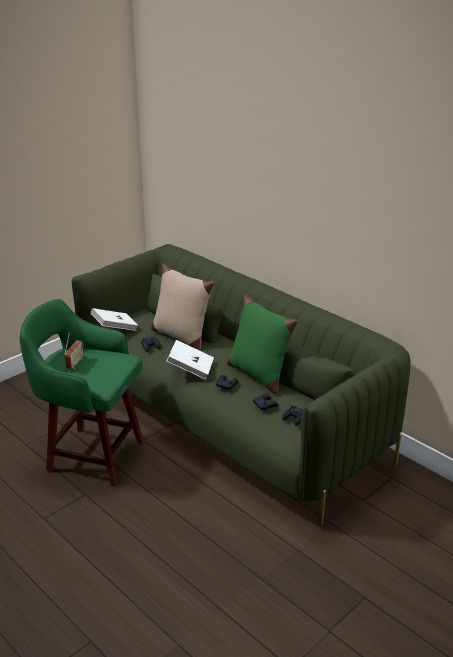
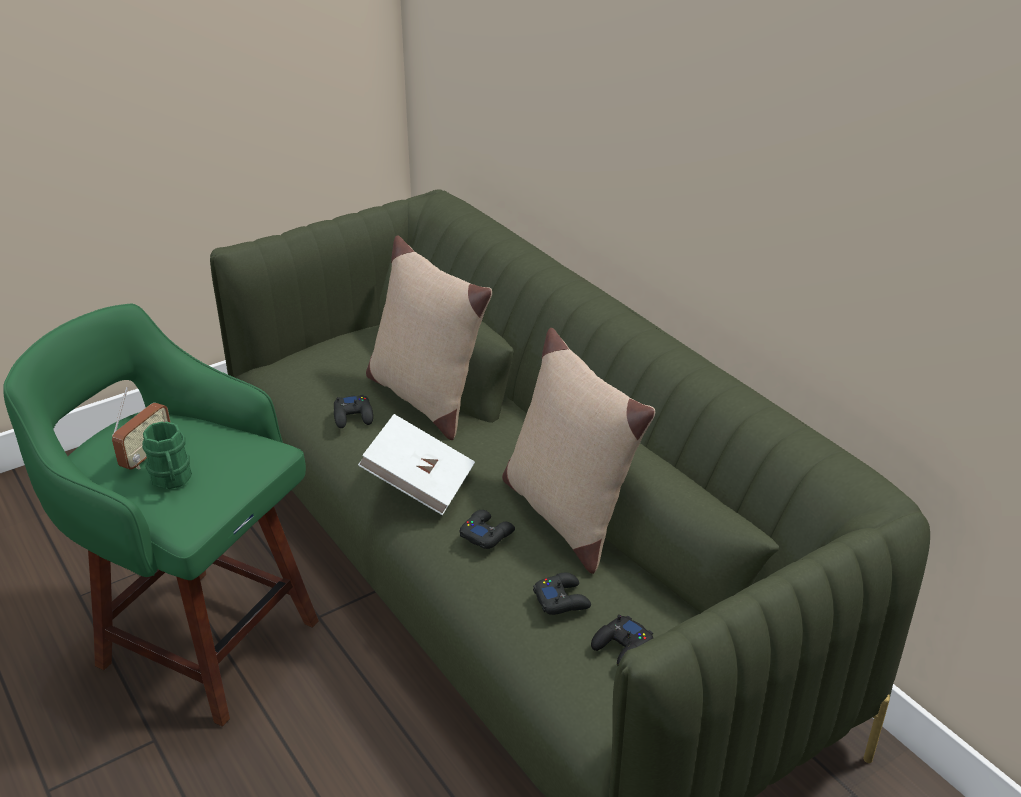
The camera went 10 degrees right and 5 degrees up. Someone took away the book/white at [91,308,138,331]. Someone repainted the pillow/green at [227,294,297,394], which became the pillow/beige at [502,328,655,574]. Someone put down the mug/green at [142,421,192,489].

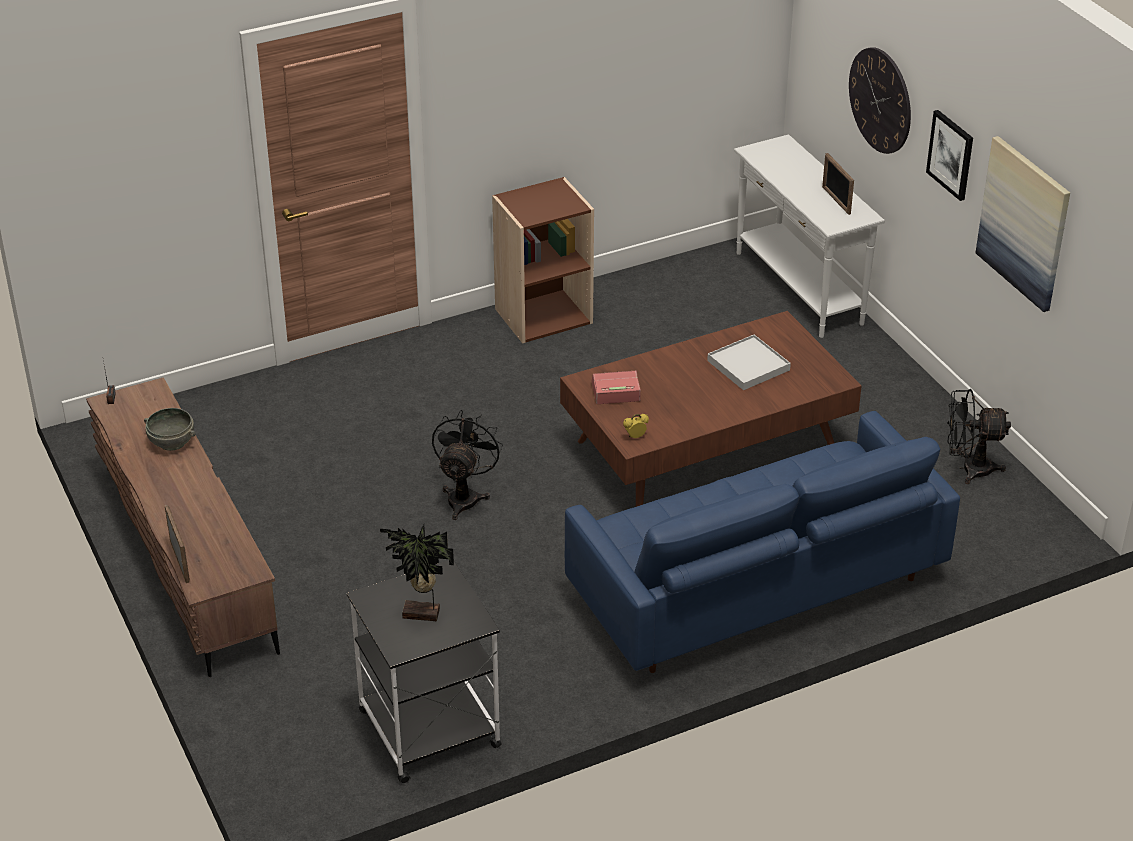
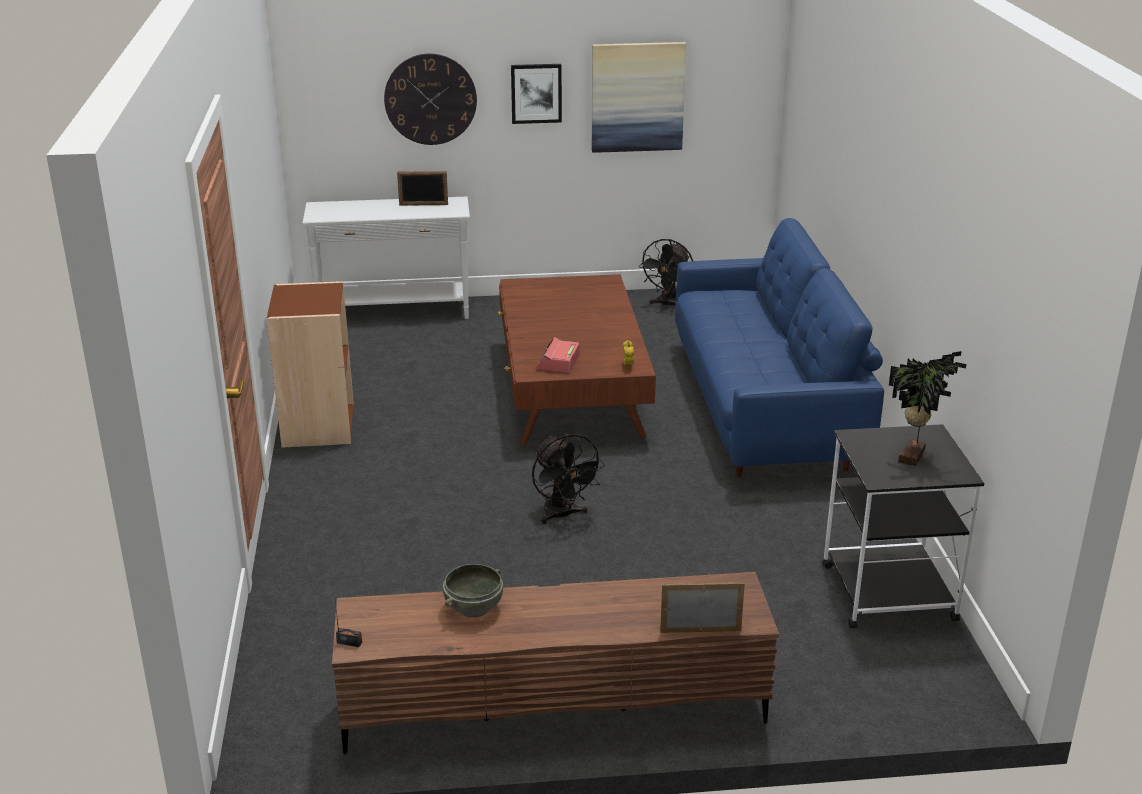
The camera went 70 degrees left and 10 degrees down. Someone rotated the fan/black at [432,410,503,520] by 150 degrees counterclockwise. Someone took away the tray/white at [707,335,791,390].

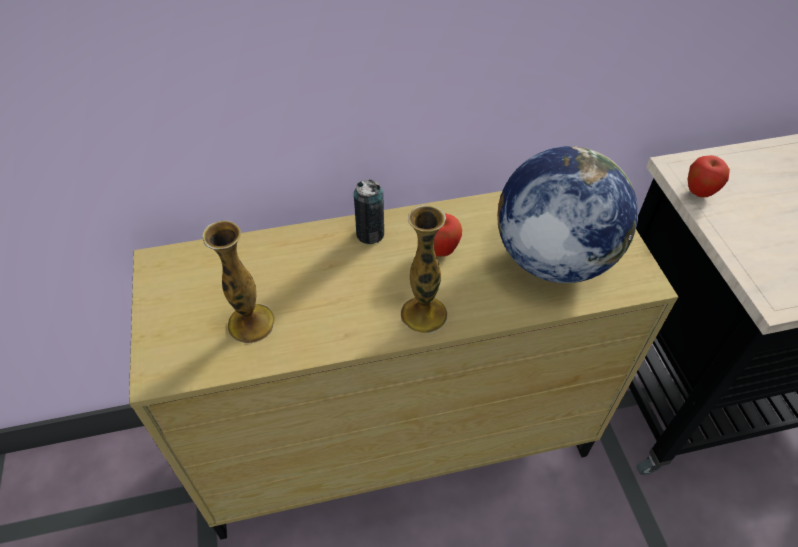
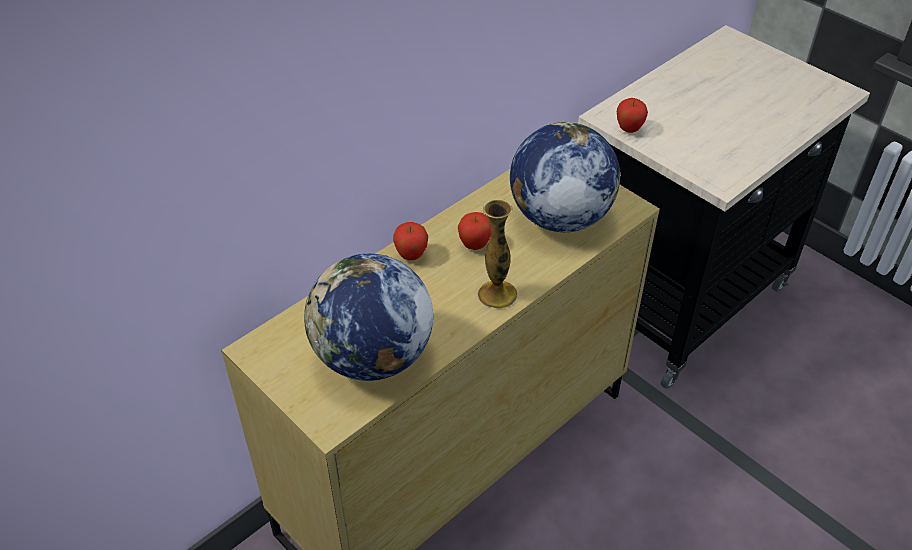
The camera went 30 degrees left and 5 degrees down. Someone swapped the vase at [202,220,275,344] for the globe at [304,253,433,381]. Someone swapped the can at [354,180,384,244] for the apple at [393,222,428,260].

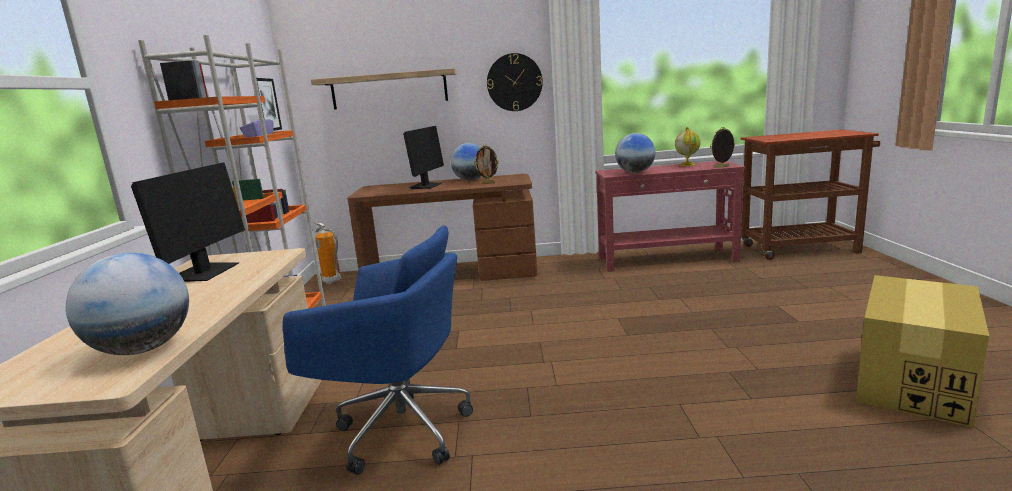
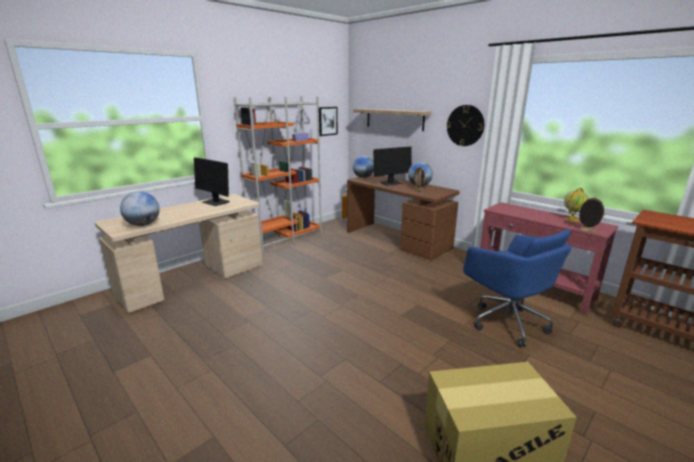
The camera went 45 degrees right and 5 degrees up. Someone rotated the monitor at [131,162,245,282] by 75 degrees clockwise. Someone carried the office chair/blue from [283,225,473,475] to [463,229,572,347]. Someone carried the globe from [615,133,656,173] to [353,156,374,178].

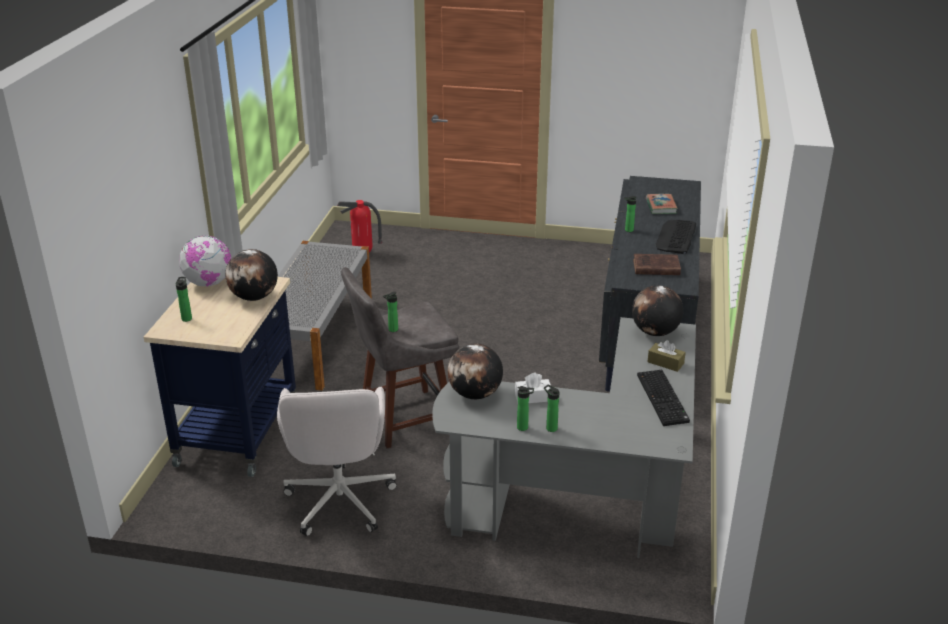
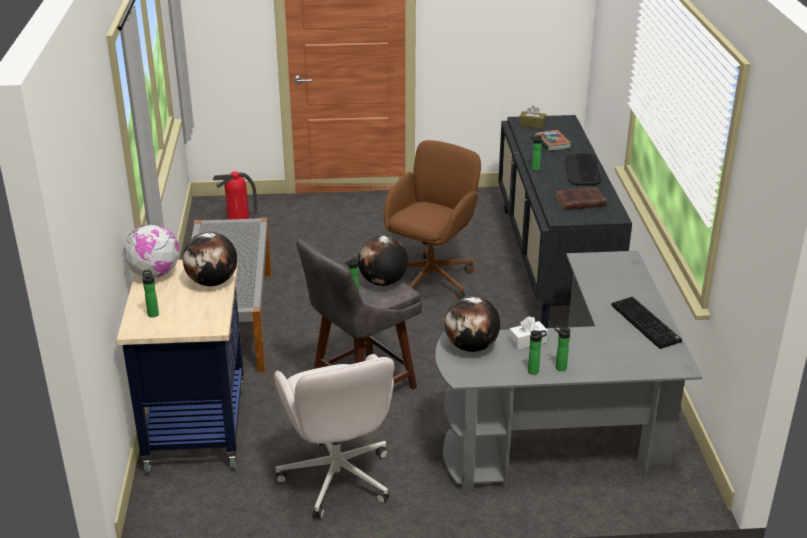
The camera went 15 degrees left and 0 degrees up. Someone carried the globe from [632,285,683,336] to [358,235,408,286]. Someone carried the tissue box/brown from [648,340,686,372] to [519,106,546,129]. Someone put down the office chair/brown at [384,140,481,299].

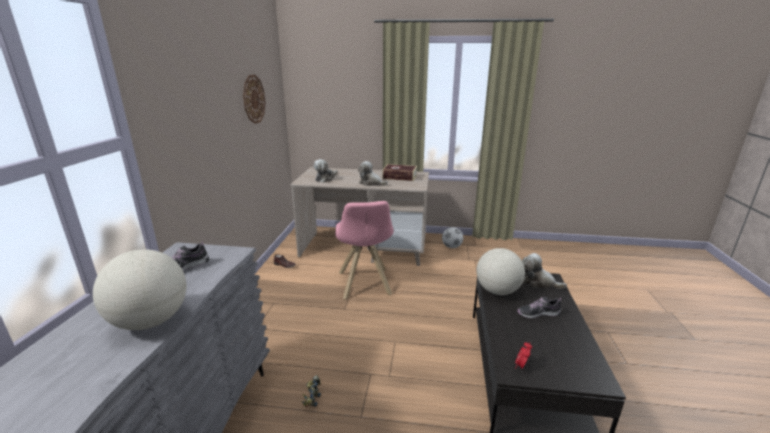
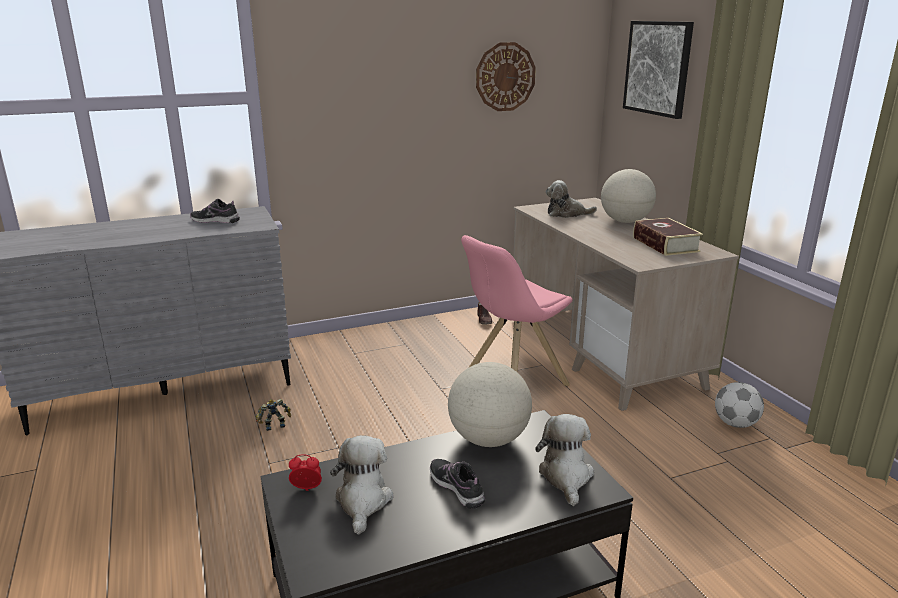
The camera went 60 degrees right and 0 degrees up. Someone carried the globe from [93,249,186,330] to [601,169,656,223]. Someone carried the plush toy from [358,161,388,186] to [330,435,393,534]. Someone put up the picture at [623,21,694,119].

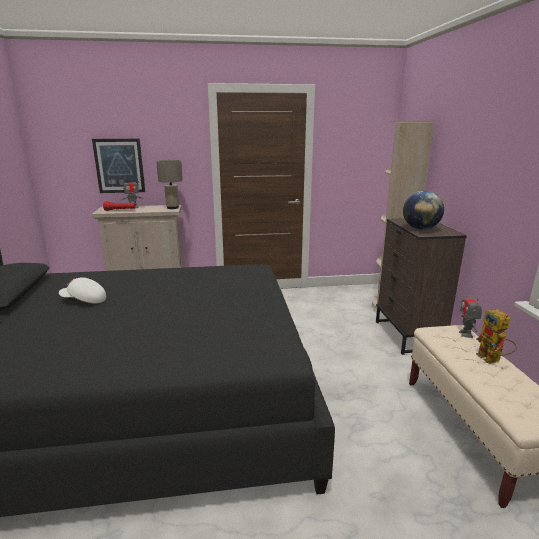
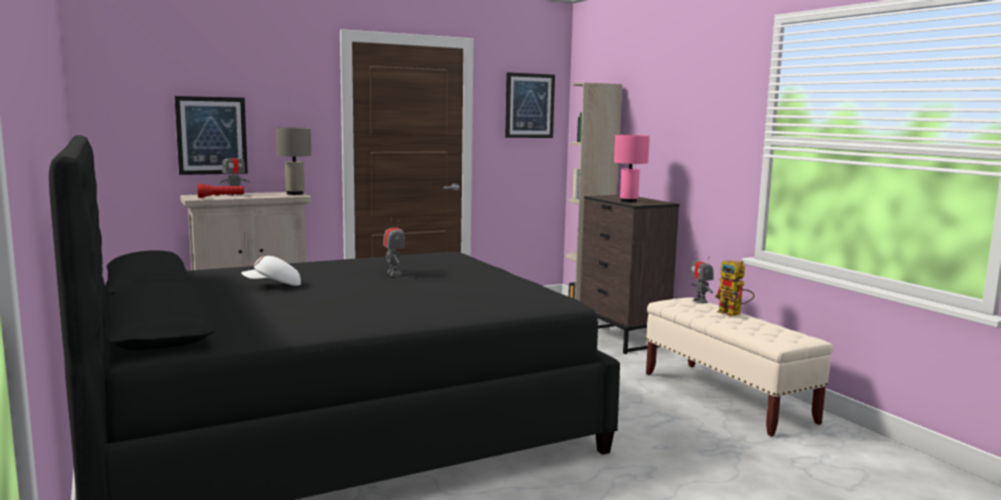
The camera went 20 degrees left and 10 degrees down. Someone swapped the globe at [403,191,444,230] for the table lamp/pink at [614,135,650,202]. Someone put down the toy robot at [383,218,404,276]. Someone put up the picture at [505,72,555,138].

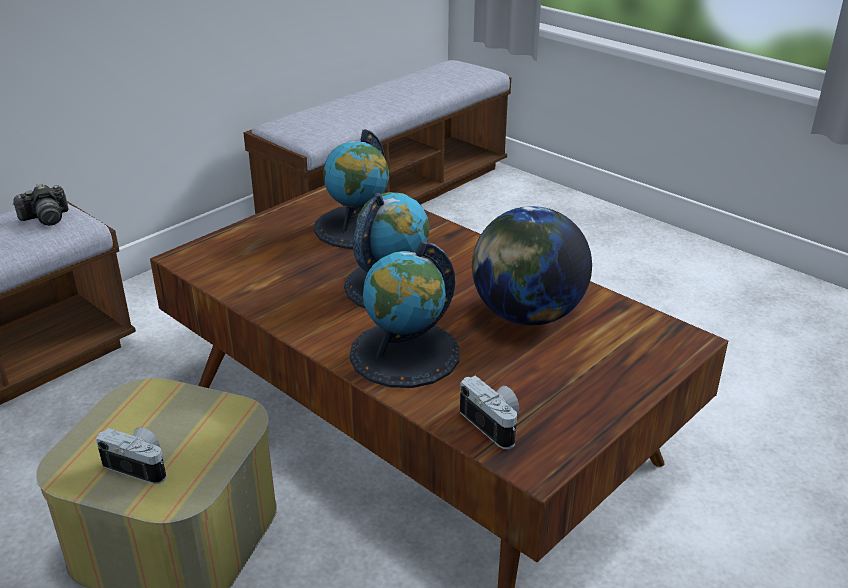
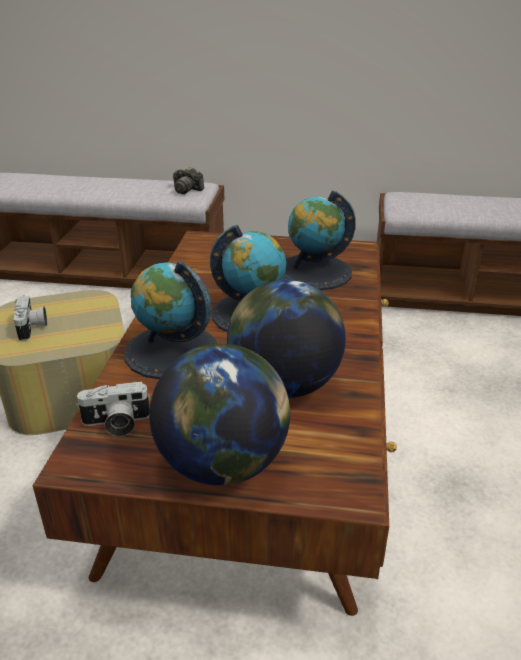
The camera went 55 degrees right and 0 degrees up. Someone rotated the photo camera at [460,375,519,449] by 60 degrees clockwise. Someone put down the globe at [149,344,290,485].

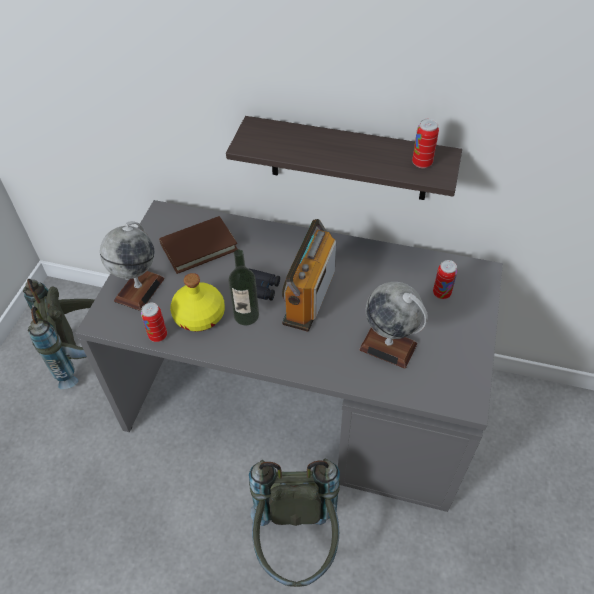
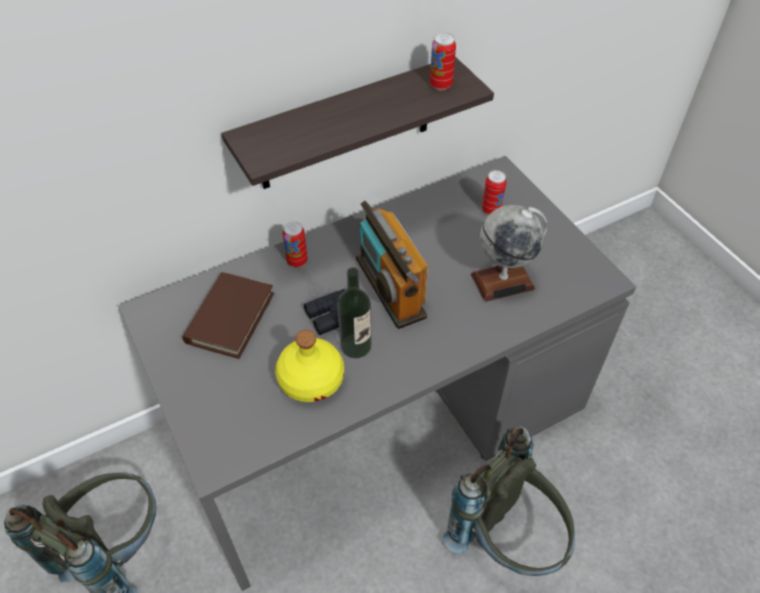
The camera went 45 degrees left and 0 degrees up. Someone took away the globe at [100,221,165,311]. Someone carried the can from [141,303,167,342] to [283,221,308,267].

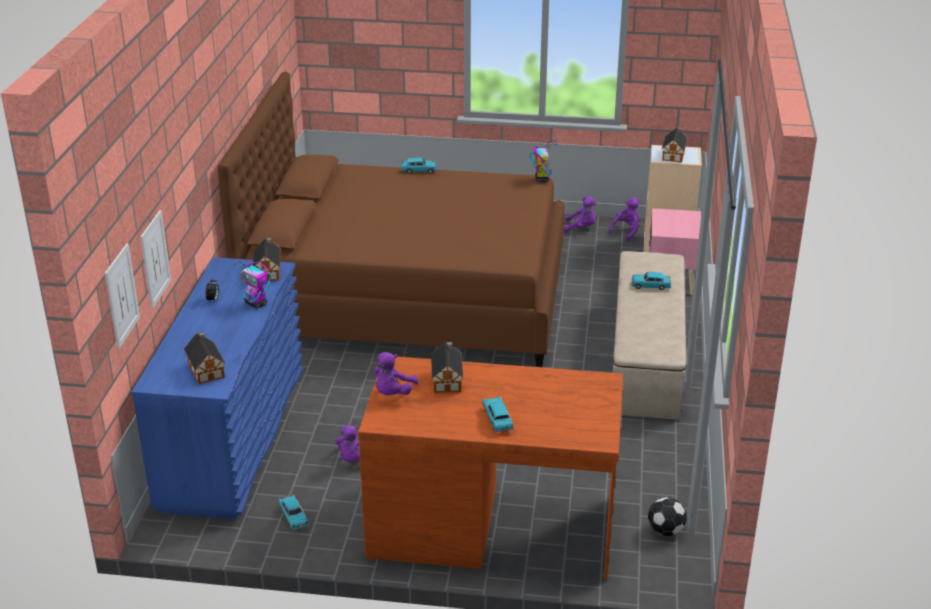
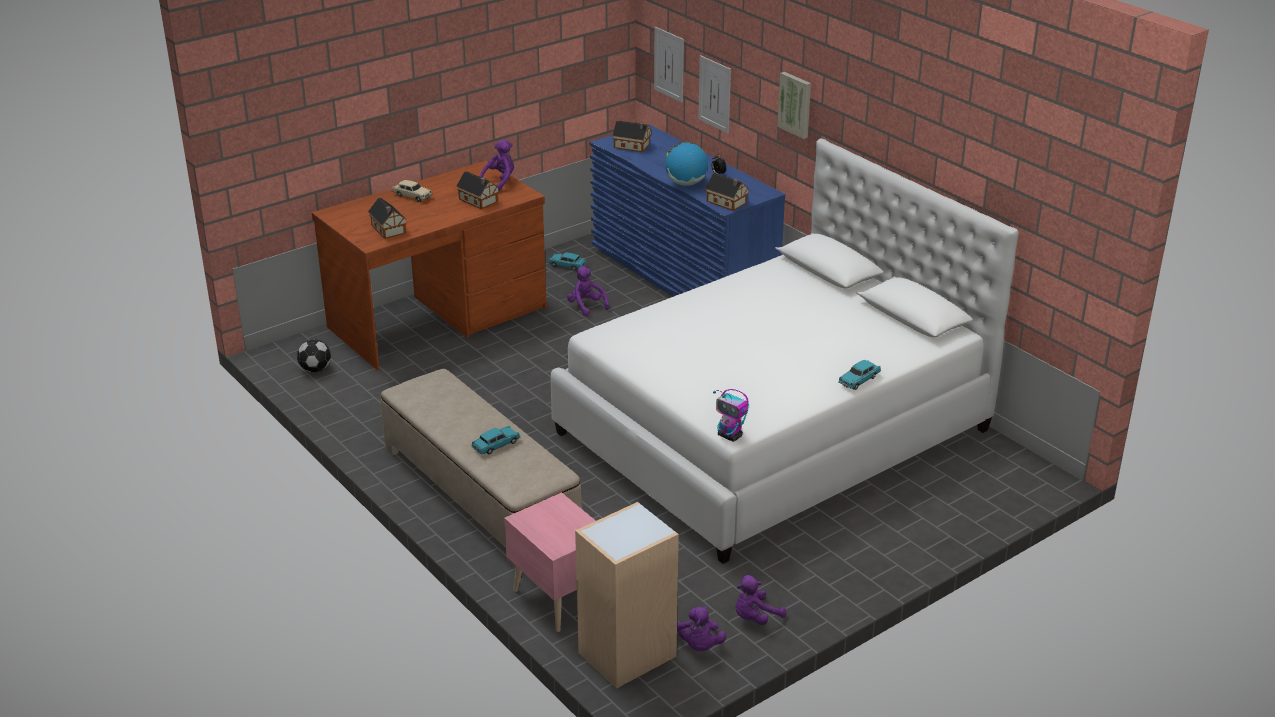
The camera went 135 degrees right and 0 degrees up. Someone repainted the bed/brown at [218,72,565,367], which became the bed/white at [551,139,1019,564]. Someone swapped the toy robot at [234,262,271,308] for the globe at [665,142,708,186]. Someone rotated the plush toy/purple at [374,352,419,395] by 60 degrees clockwise. Someone repainted the toy car/turquoise at [482,396,514,432], which became the toy car/beige at [392,180,432,202]. Someone carried the toy house from [662,127,688,163] to [368,197,407,239]. Someone put up the picture at [777,72,811,139].

